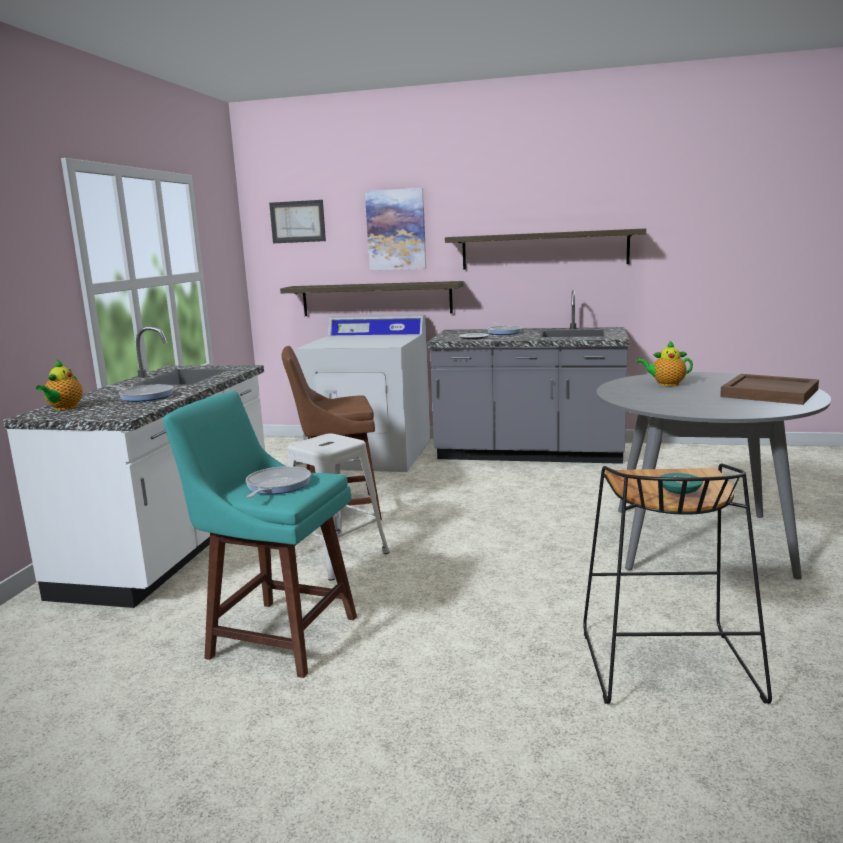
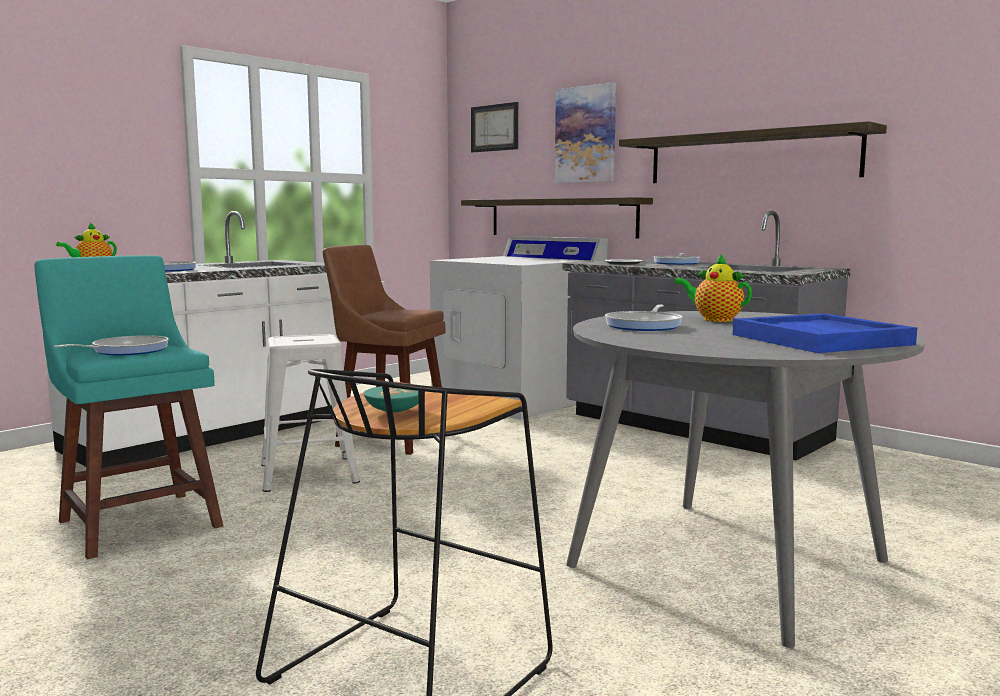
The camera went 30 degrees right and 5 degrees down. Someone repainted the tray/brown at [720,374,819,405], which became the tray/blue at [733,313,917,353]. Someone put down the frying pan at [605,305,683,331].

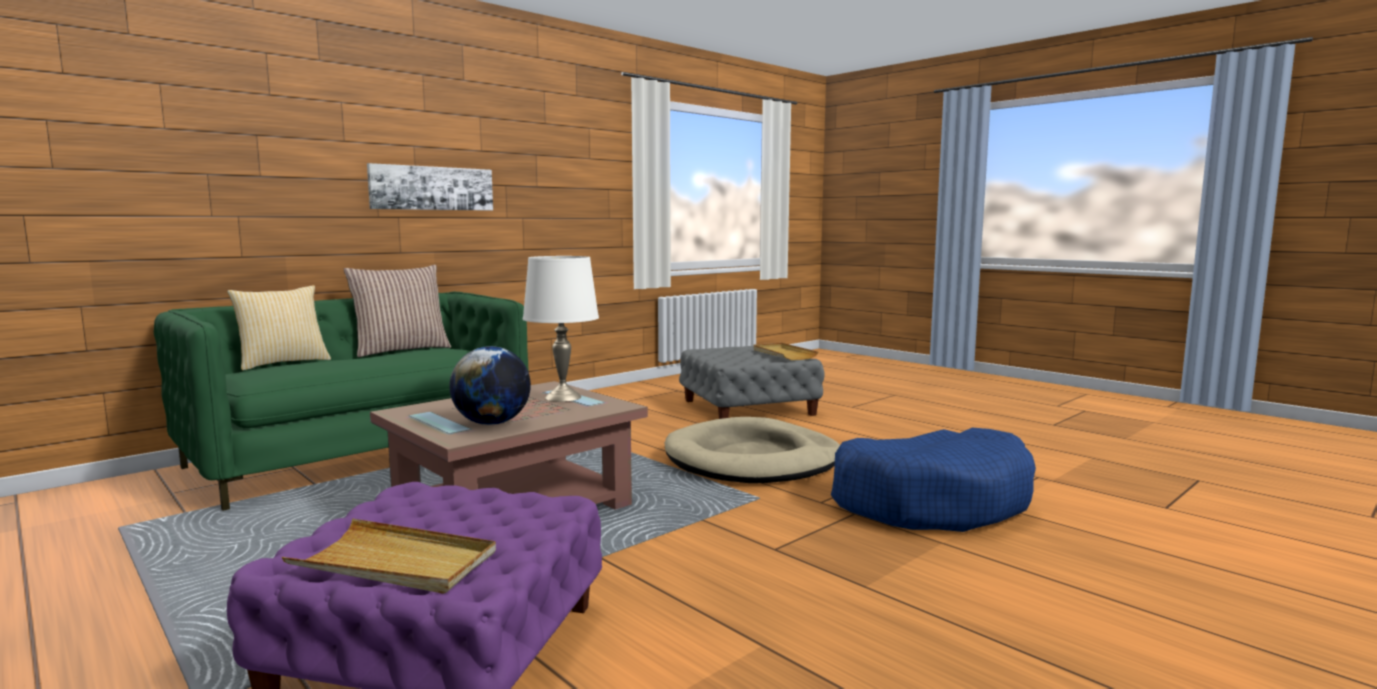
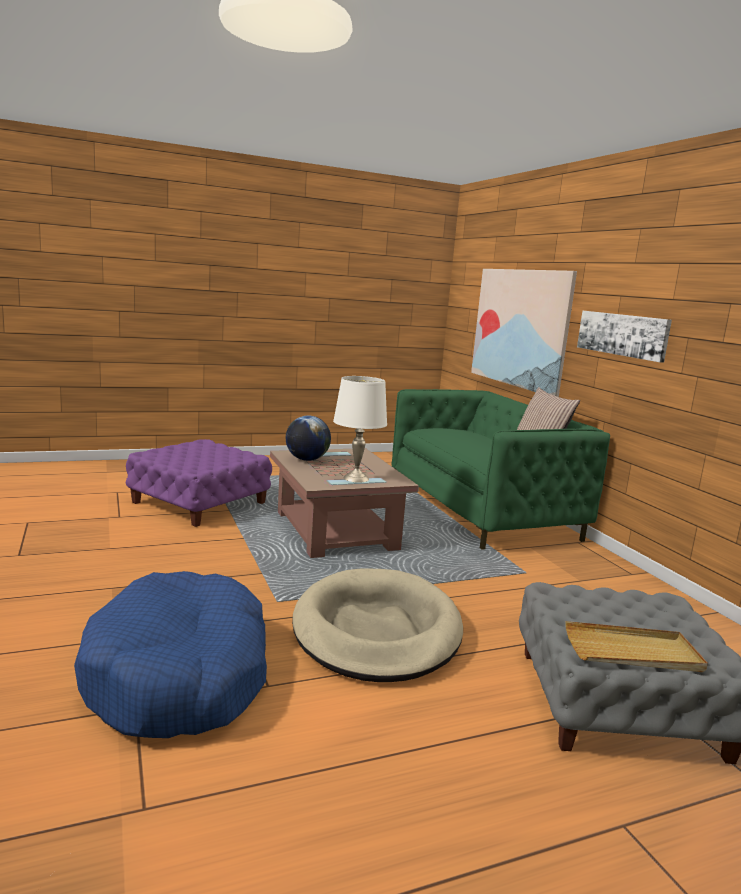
The camera went 110 degrees right and 5 degrees up. Someone took away the pillow at [227,285,331,370]. Someone took away the tray/beige at [281,519,496,594]. Someone put up the picture at [471,269,577,397].

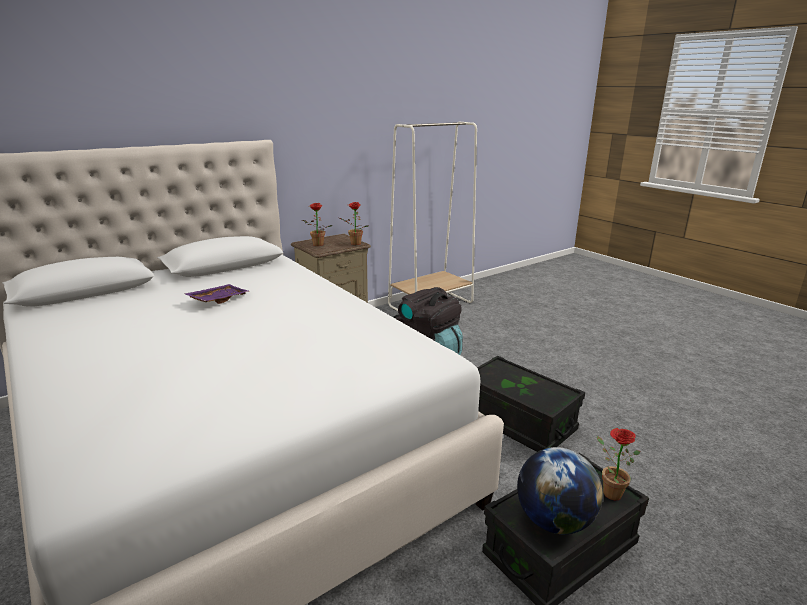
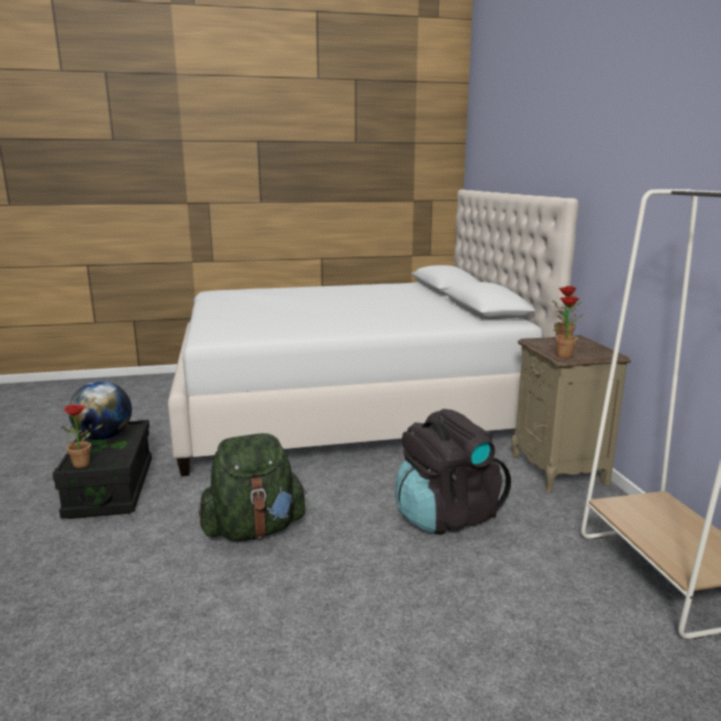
The camera went 115 degrees right and 5 degrees down. Someone took away the tray/purple at [184,284,249,304]. Someone swapped the storage box/black at [477,356,585,452] for the backpack/green at [198,433,307,541].

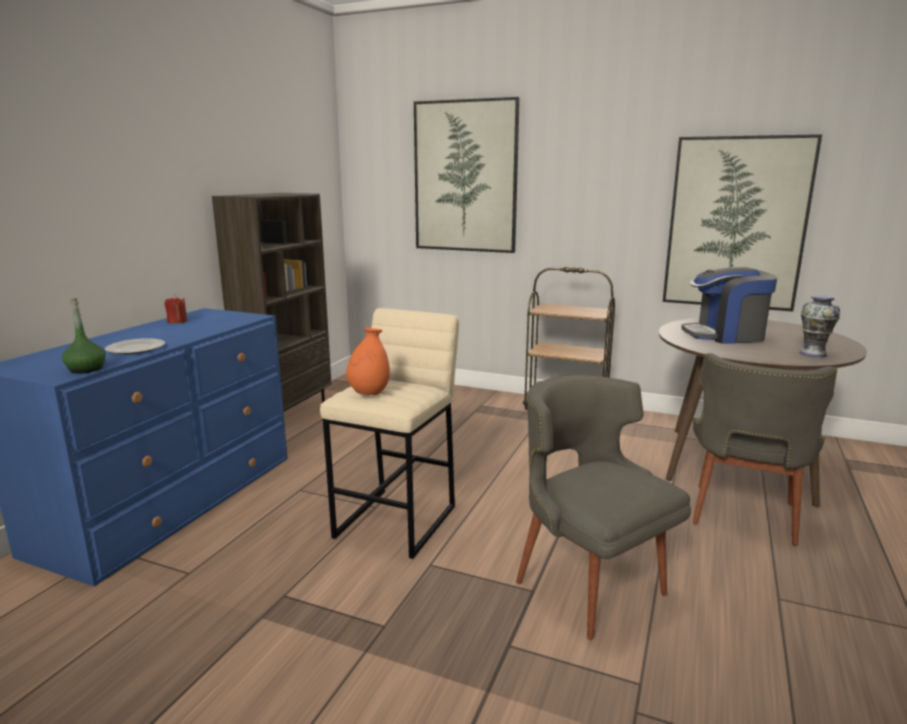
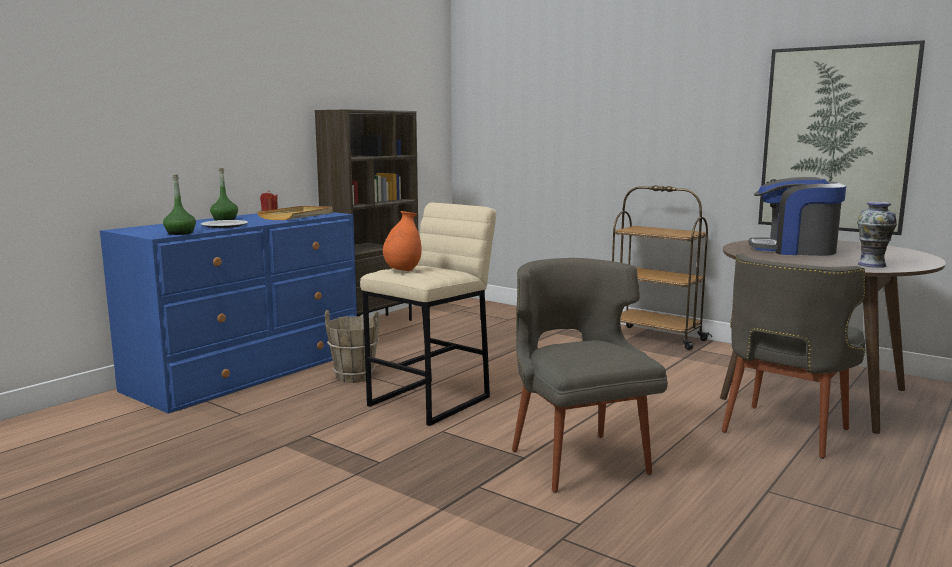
The camera went 15 degrees right and 5 degrees down. Someone took away the picture at [414,97,520,253]. Someone put down the bottle/green at [210,168,238,220]. Someone put down the tray/beige at [257,206,333,220]. Someone put down the bucket/brown at [325,310,380,383].

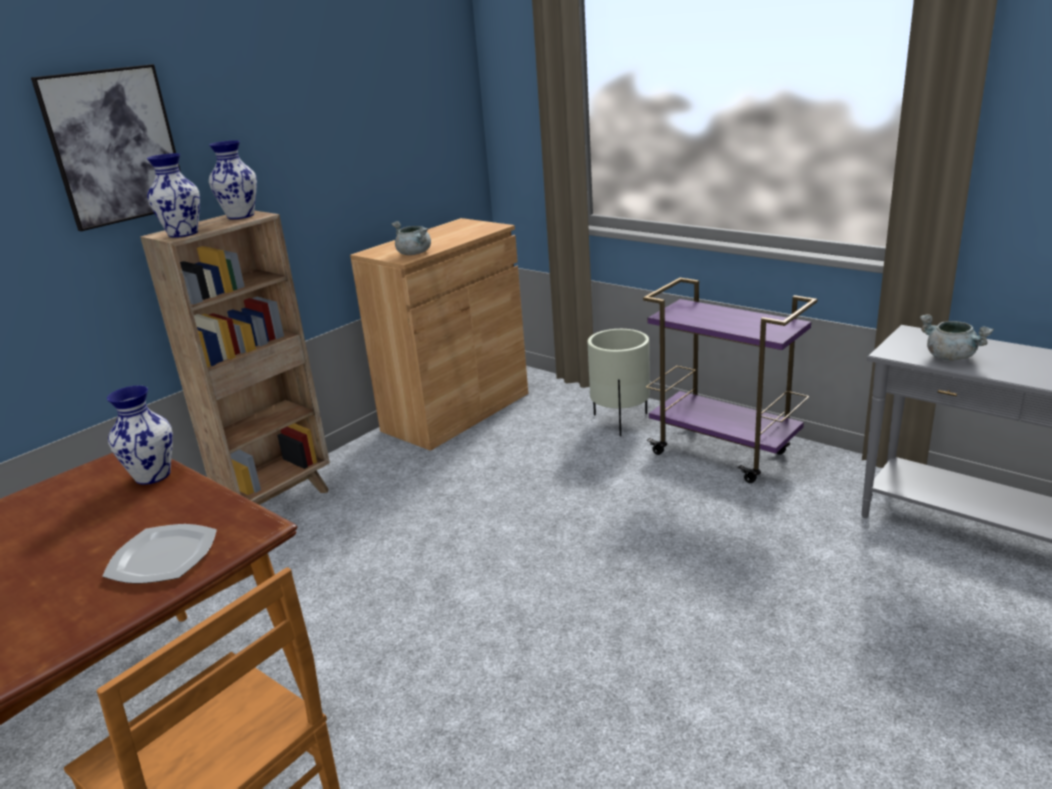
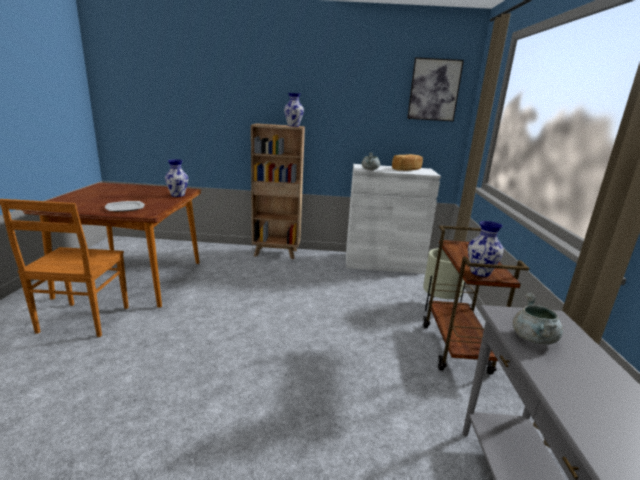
The camera went 50 degrees right and 5 degrees down. Someone carried the picture from [31,64,181,231] to [407,57,464,122]. Someone carried the vase from [147,153,200,238] to [468,221,504,277]. Someone repainted the cabinet/brown at [350,218,528,451], which became the cabinet/white at [346,164,441,274]. Someone repainted the cart/purple at [643,278,818,483], which became the cart/brown at [422,226,530,374]. Someone put down the bread at [392,154,423,171].

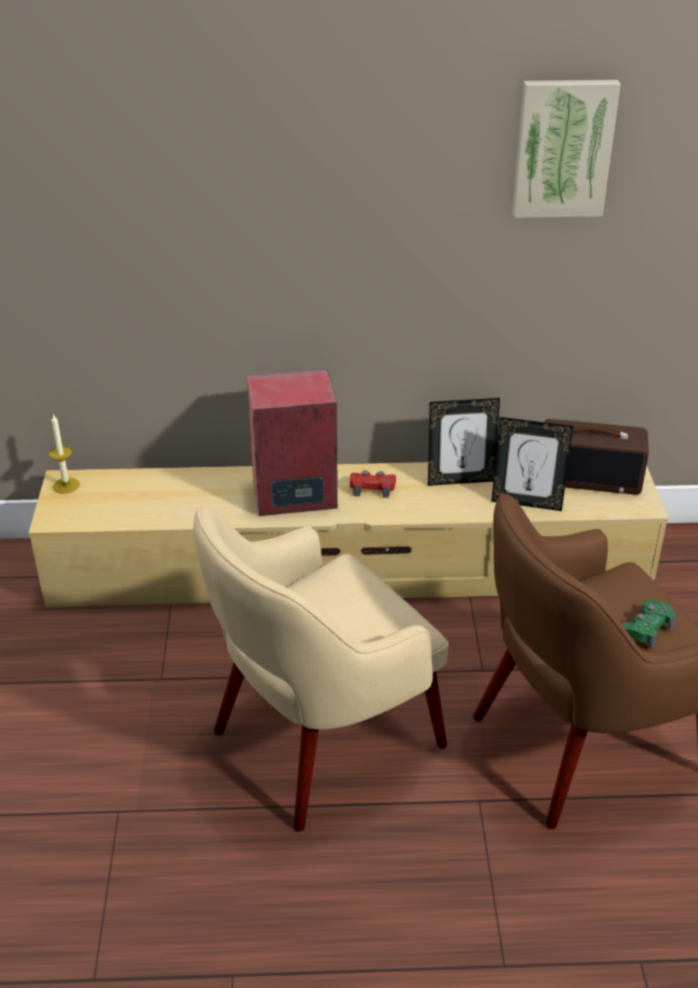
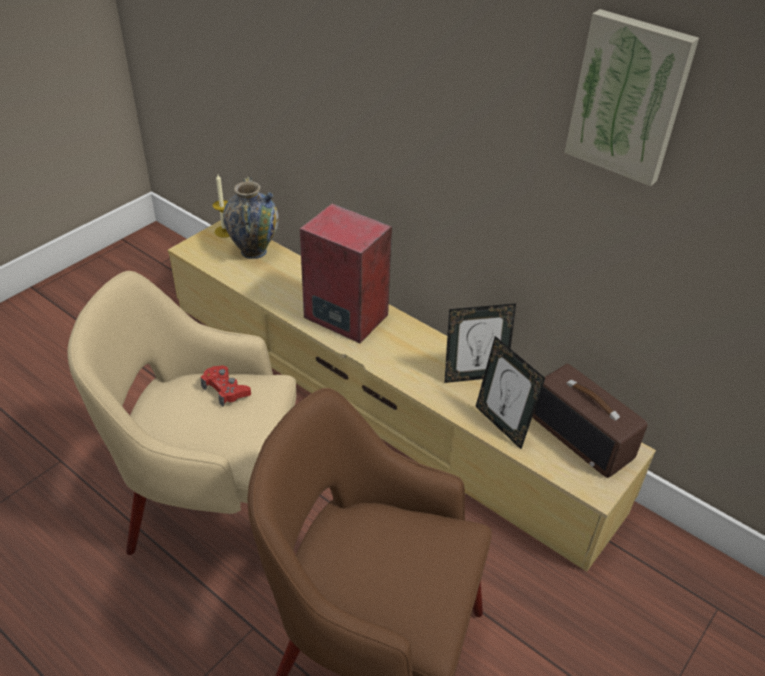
The camera went 40 degrees right and 5 degrees up. Someone carried the game controller/red from [350,470,396,498] to [201,366,251,407]. Someone rotated the picture frame at [428,398,500,486] by 45 degrees counterclockwise. Someone took away the game controller/green at [622,600,676,649]. Someone put down the vase at [223,177,279,259].

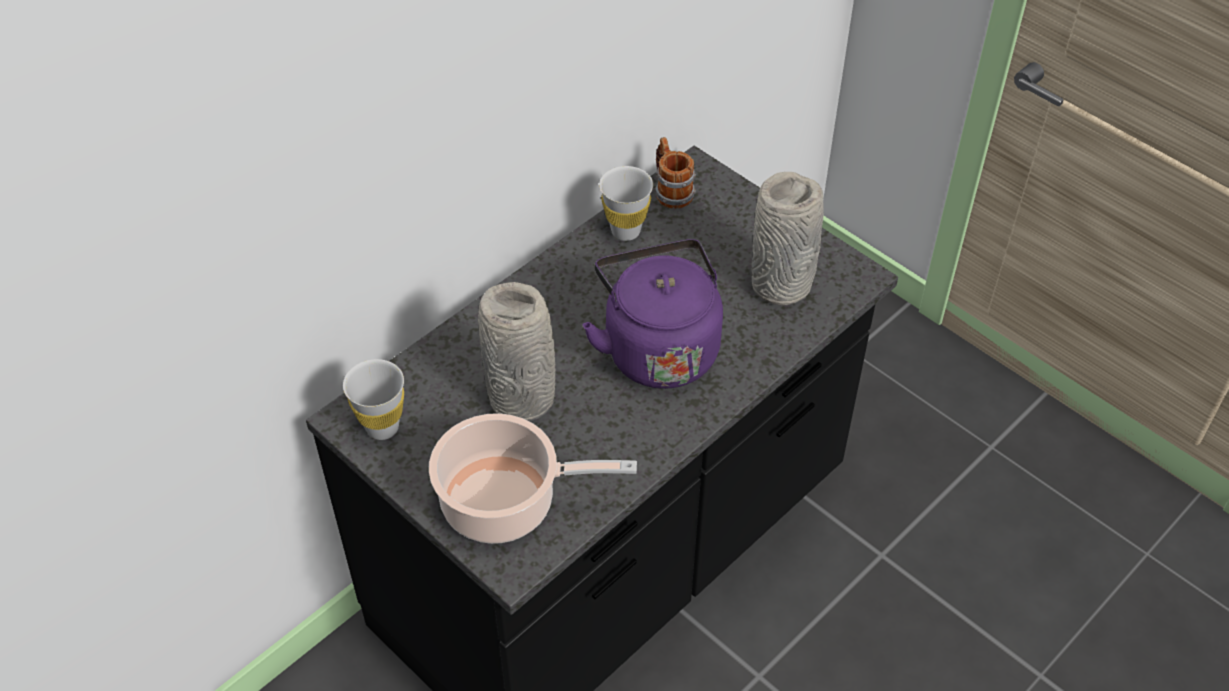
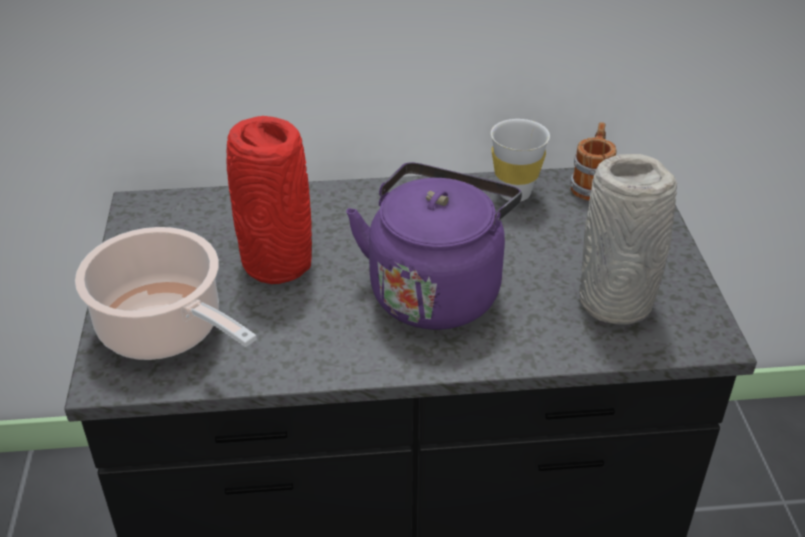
The camera went 40 degrees right and 10 degrees down. Someone took away the cup/white at [343,359,404,440]. Someone repainted the vase/grey at [478,282,556,421], which became the vase/red at [226,116,312,284].

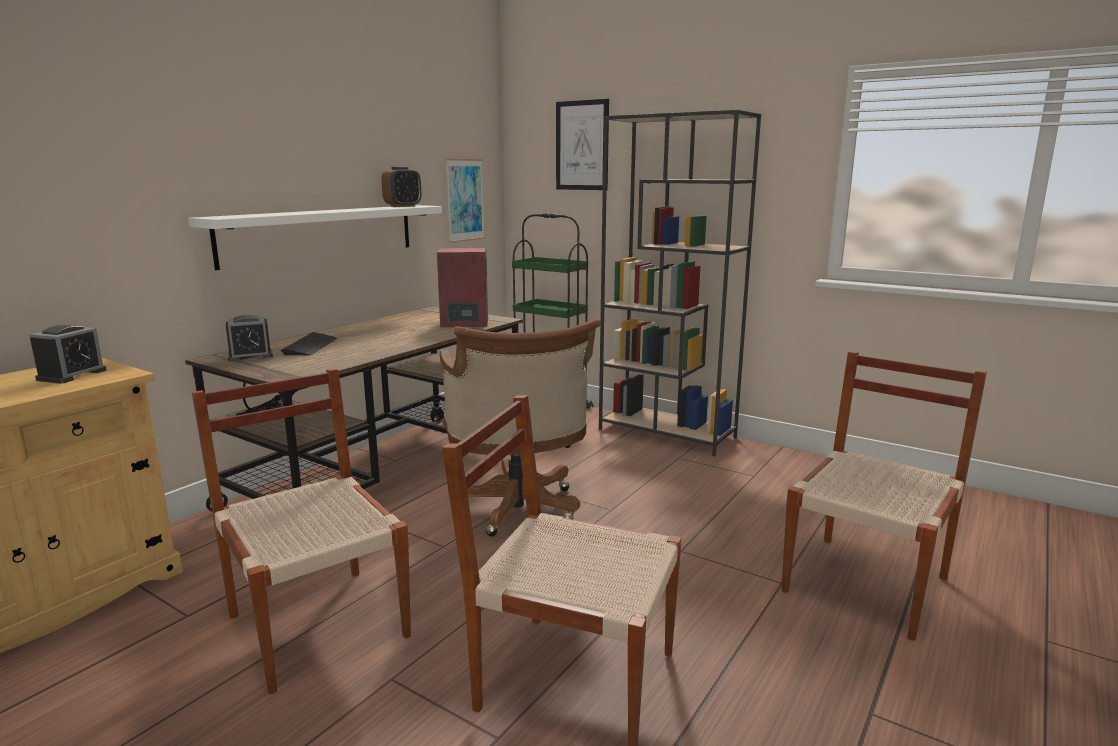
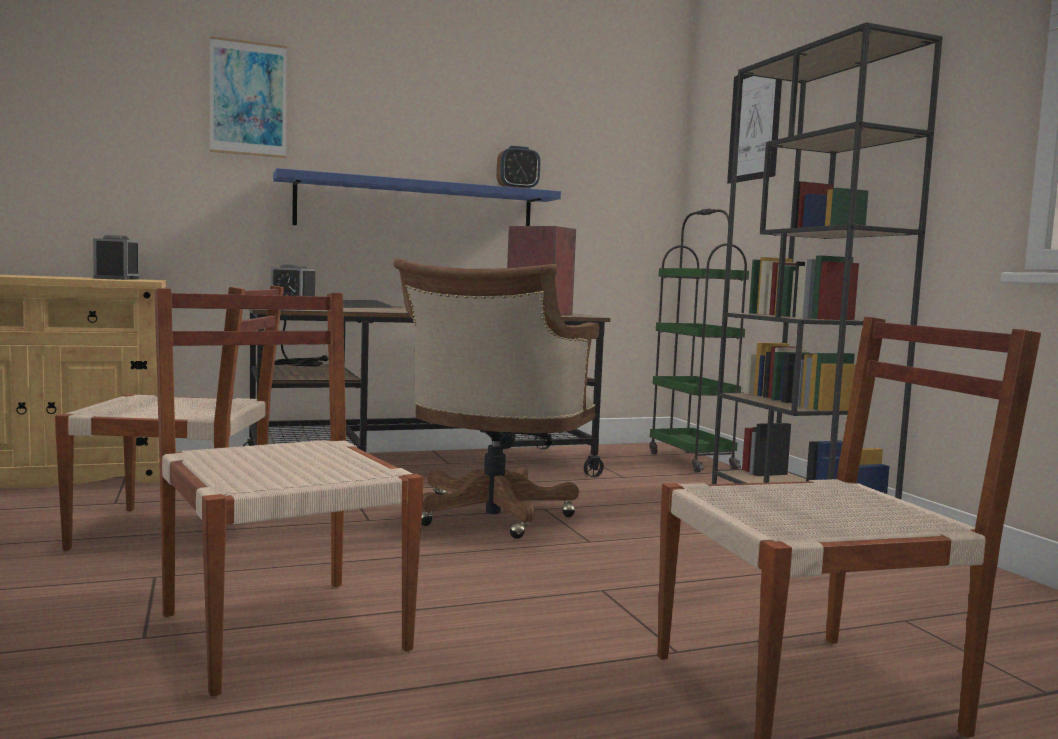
The camera went 35 degrees right and 10 degrees down. Someone rotated the alarm clock at [29,325,107,384] by 120 degrees clockwise. Someone repainted the shelf/white at [188,205,442,270], which became the shelf/blue at [273,168,561,226]. Someone rotated the chair at [192,368,411,695] by 90 degrees clockwise. Someone carried the picture from [446,159,485,243] to [210,36,287,158].

